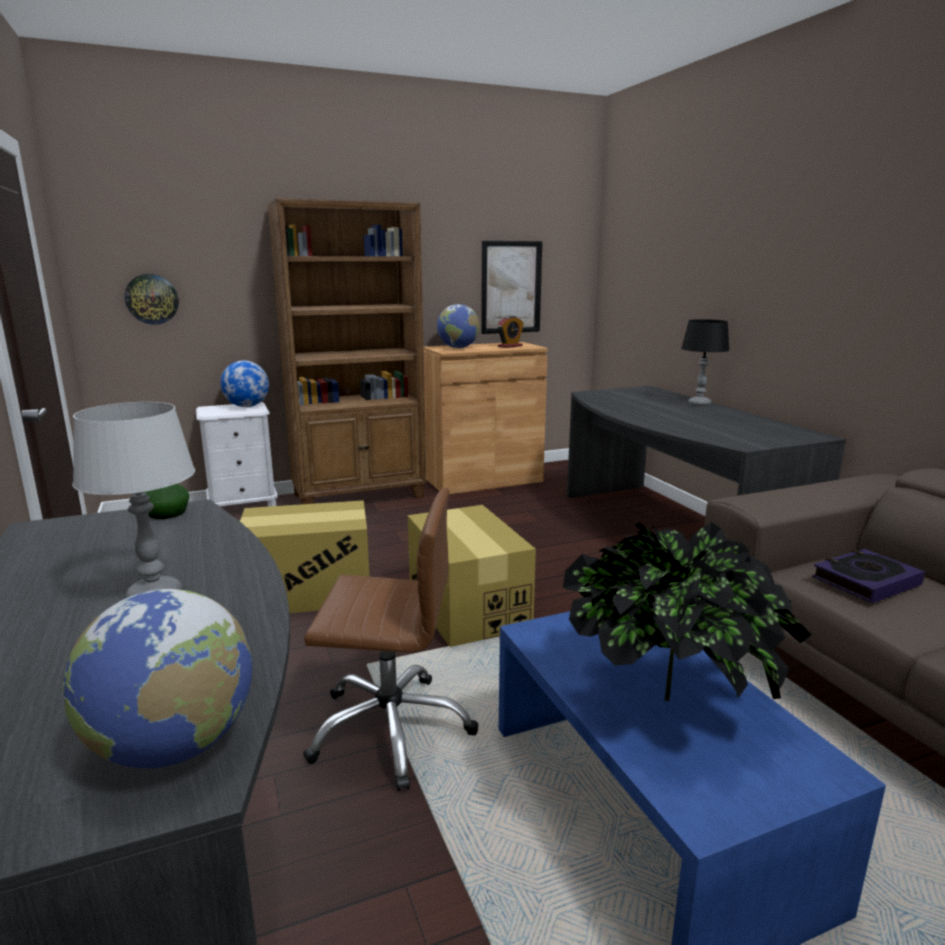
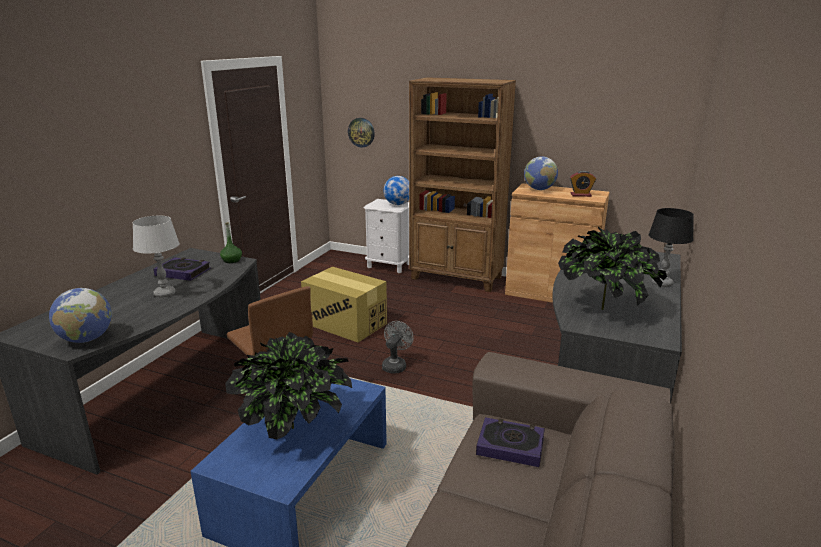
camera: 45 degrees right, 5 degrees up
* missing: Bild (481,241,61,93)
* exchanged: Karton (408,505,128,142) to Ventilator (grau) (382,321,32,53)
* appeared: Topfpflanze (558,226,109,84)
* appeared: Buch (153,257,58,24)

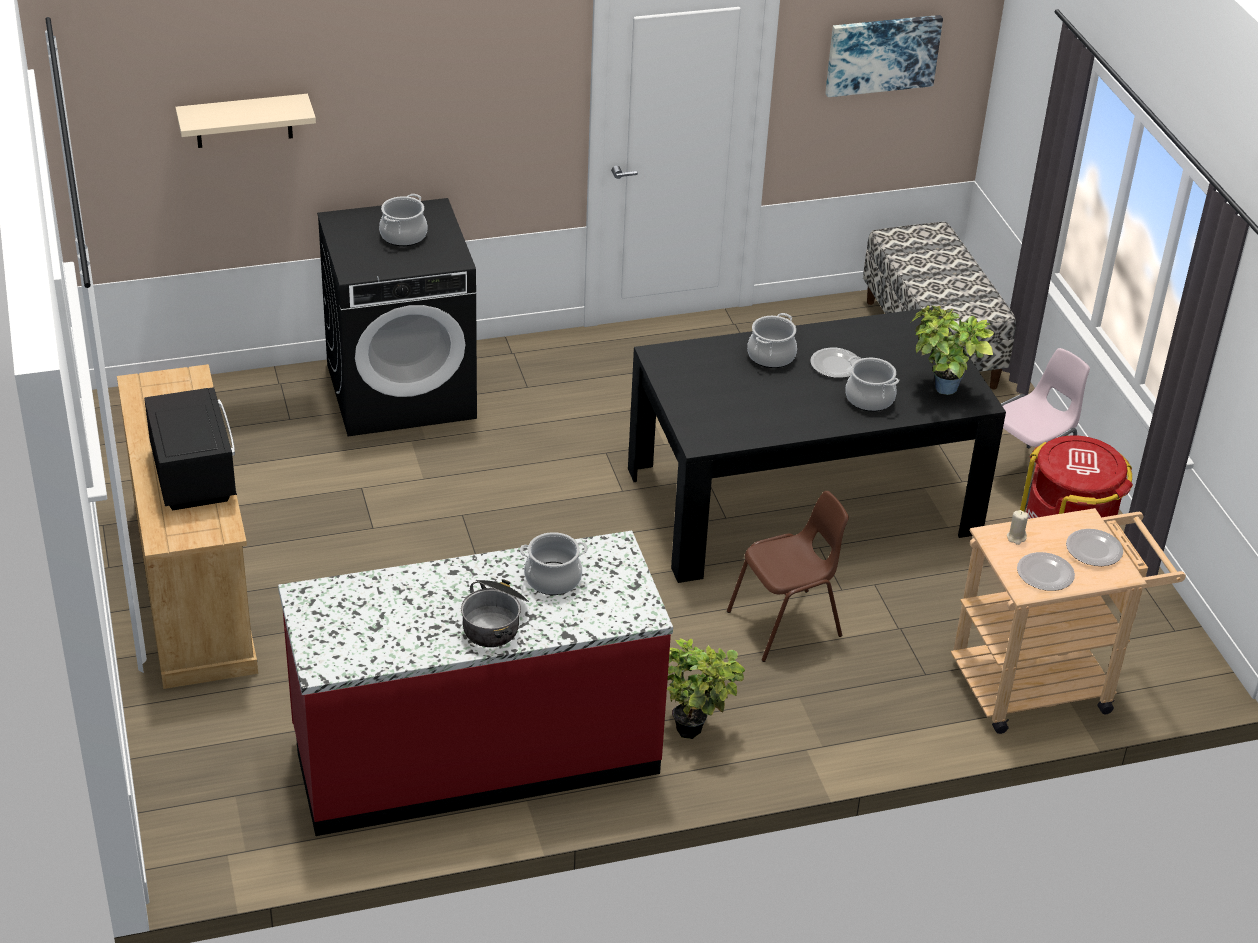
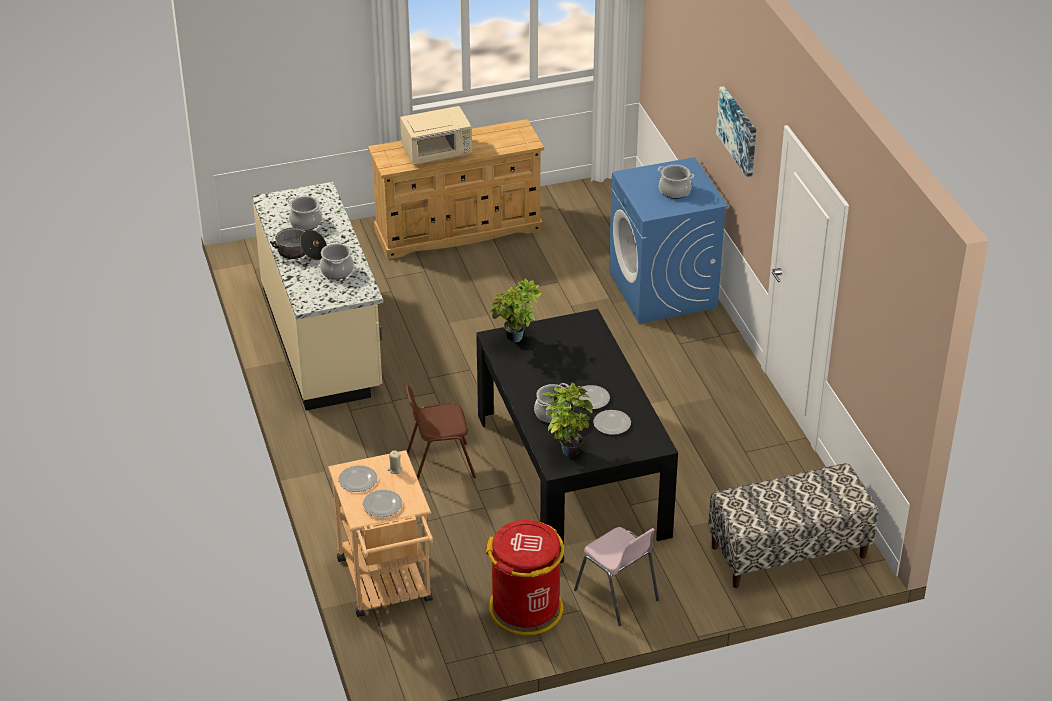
camera: 90 degrees right, 0 degrees up
* relocated: Bild (825,15,118,82) to (716,86,40,92)
* missing: Wandregal (beige) (175,94,141,54)
* colour: Waschmaschine (schwarz) (317,198,160,238) to Waschmaschine (blau) (609,157,119,166)
* relocated: Kochtopf (747,313,50,55) to (287,196,35,35)
* colour: Mikrowelle (schwarz) (144,387,93,124) to Mikrowelle (beige) (400,106,72,59)
* spun: Stuhl (braun) (727,491,122,171) = (405,384,71,95) 105 degrees clockwise
* colour: Küchenzeile (rot) (278,531,395,305) to Küchenzeile (beige) (252,182,131,229)
* relocated: Topfpflanze (667,638,78,101) to (489,279,53,63)
* appeared: Teller (593,410,38,25)

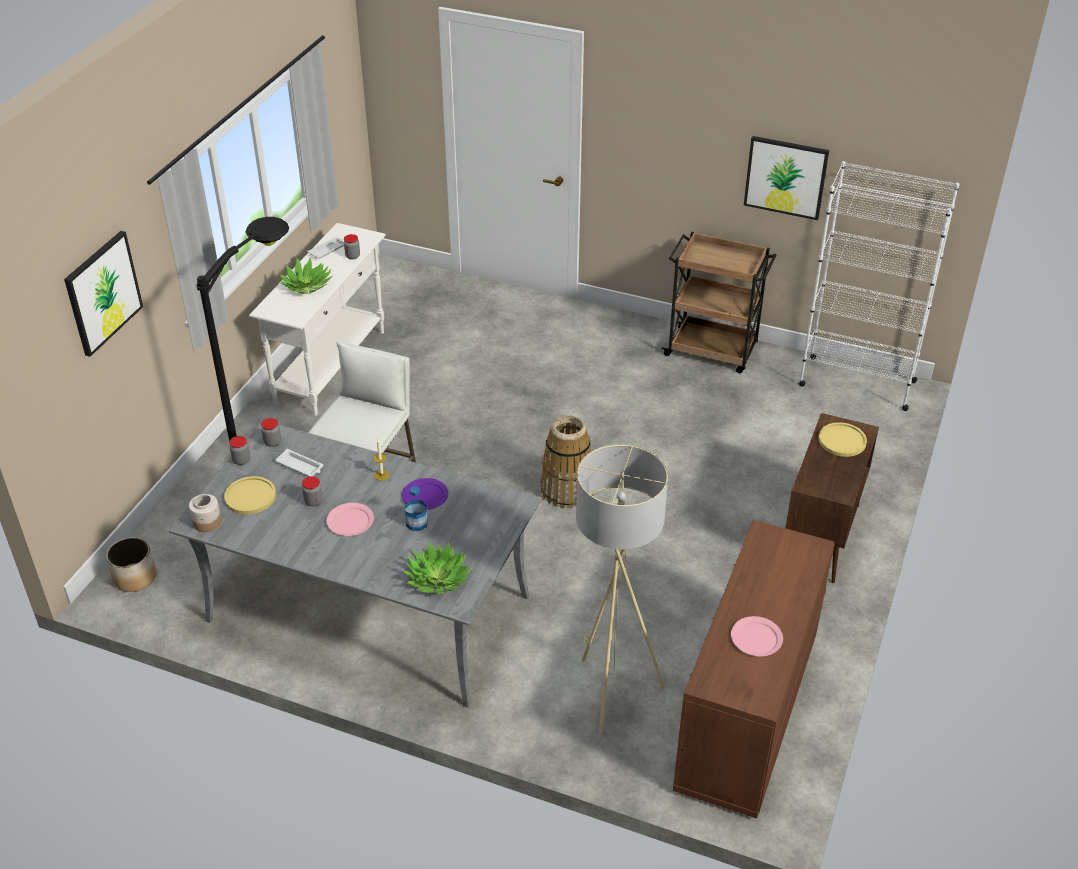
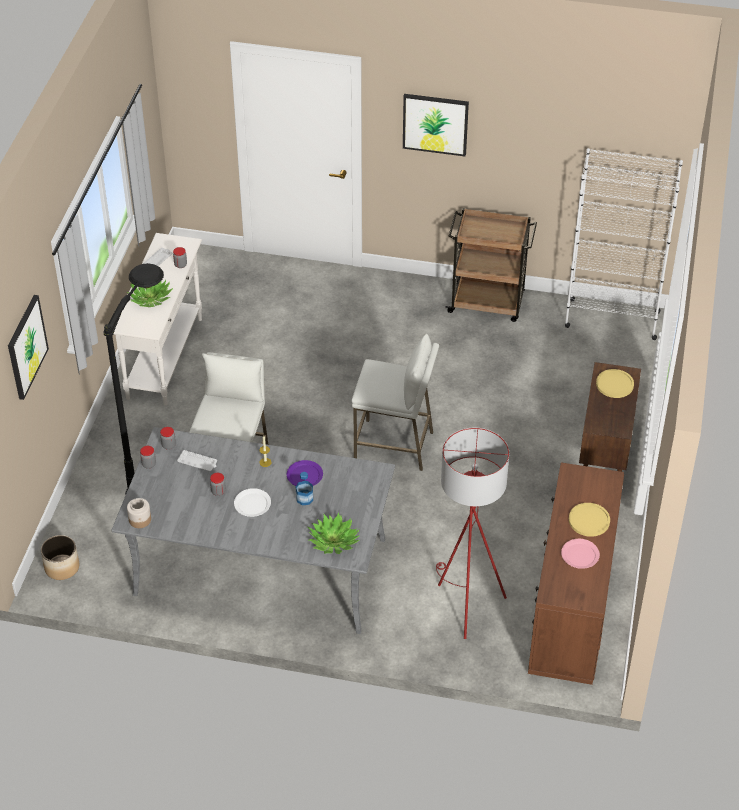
camera: 10 degrees left, 5 degrees up
* relocated: Bild (744,136,85,84) to (403,94,66,62)
* exchanged: Korb (540,415,53,94) to Hocker (weiß) (352,334,87,137)
* colour: Stehlampe (beige) (576,444,92,289) to Stehlampe (rot) (436,428,73,211)
* relocated: Teller (gelb) (224,476,52,38) to (569,503,41,34)
* colour: Teller (rosa) (326,503,48,33) to Teller (weiß) (234,488,37,29)

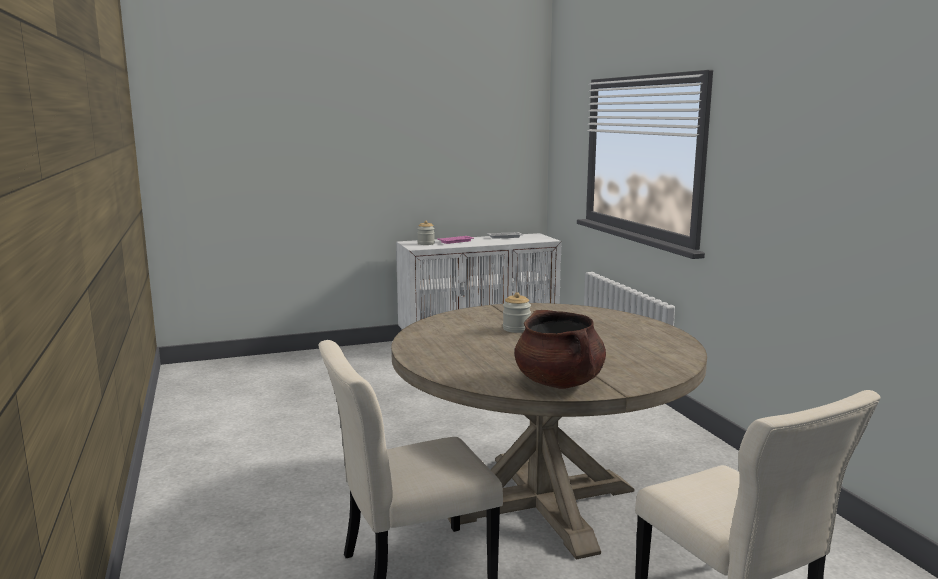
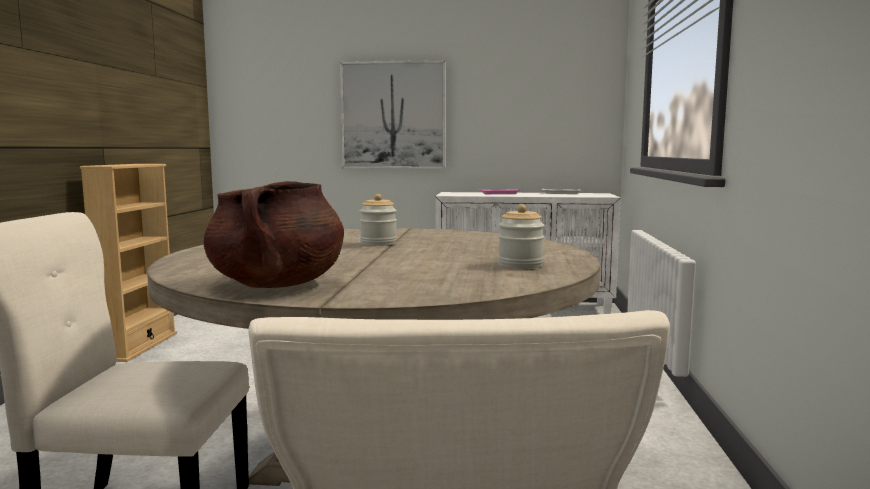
camera: 25 degrees right, 5 degrees down
* relocated: Vorratsglas (417,221,18,24) to (498,204,46,65)
* appeared: Bild (340,60,106,109)
* appeared: Bücherregal (beige) (80,164,97,198)

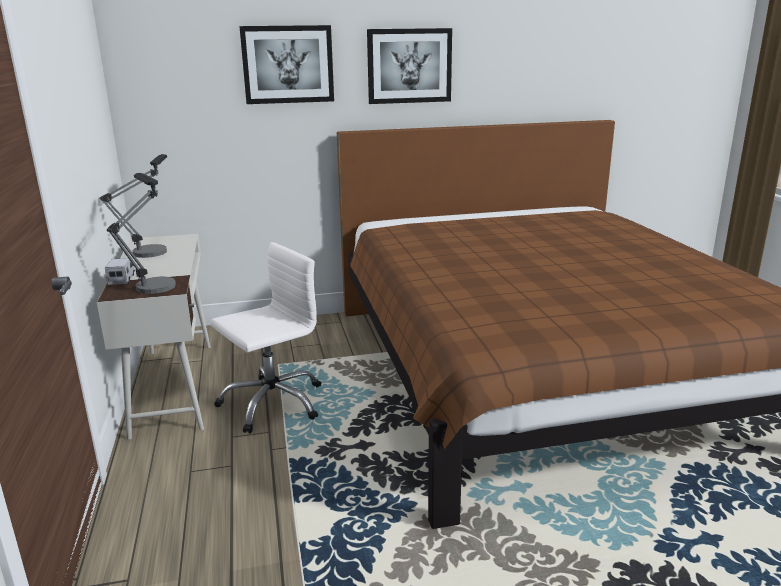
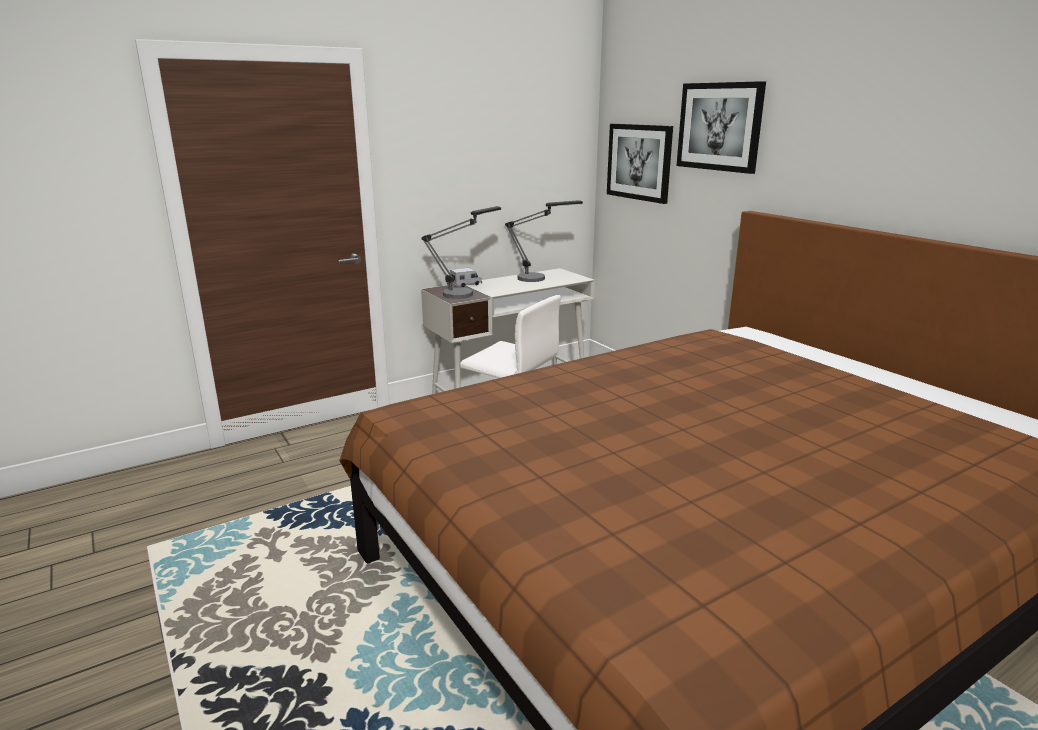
camera: 70 degrees right, 0 degrees up
* relocated: Bild (367,28,85,76) to (607,124,66,80)

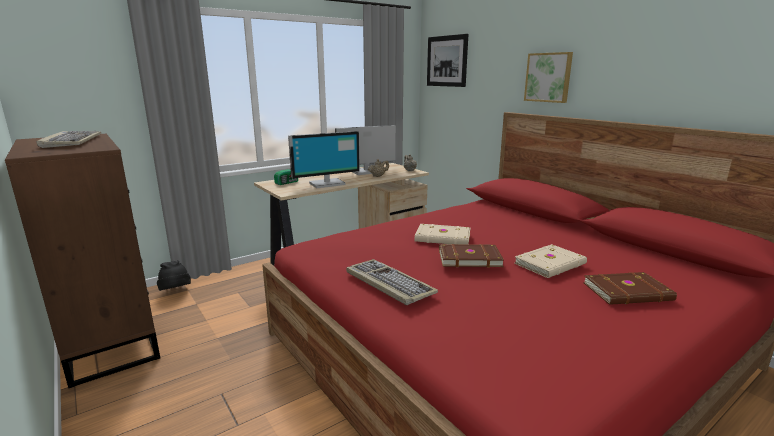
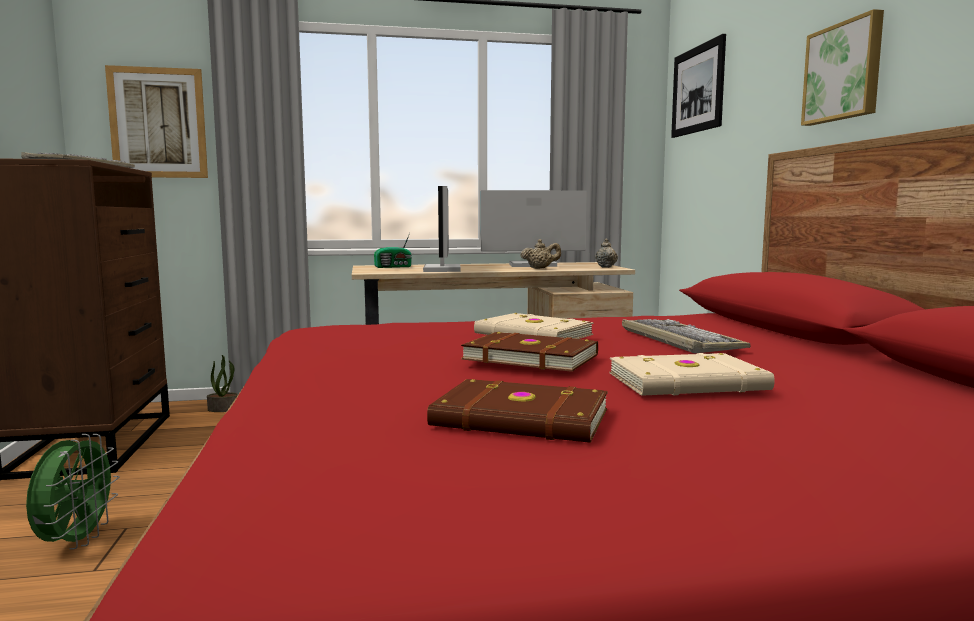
camera: 25 degrees right, 10 degrees down
* spun: Monitor (288,131,72,57) = (423,186,38,86) 90 degrees clockwise
* relocated: Tastatur (346,259,92,46) to (622,319,129,34)
* exchanged: Hut (schwarz) (157,260,34,31) to Topfpflanze (207,355,31,57)
* relocated: Buch (braun) (583,272,94,33) to (427,379,181,64)
* appeared: Bild (105,65,103,113)
* appeared: Ventilator (grün) (26,434,94,116)

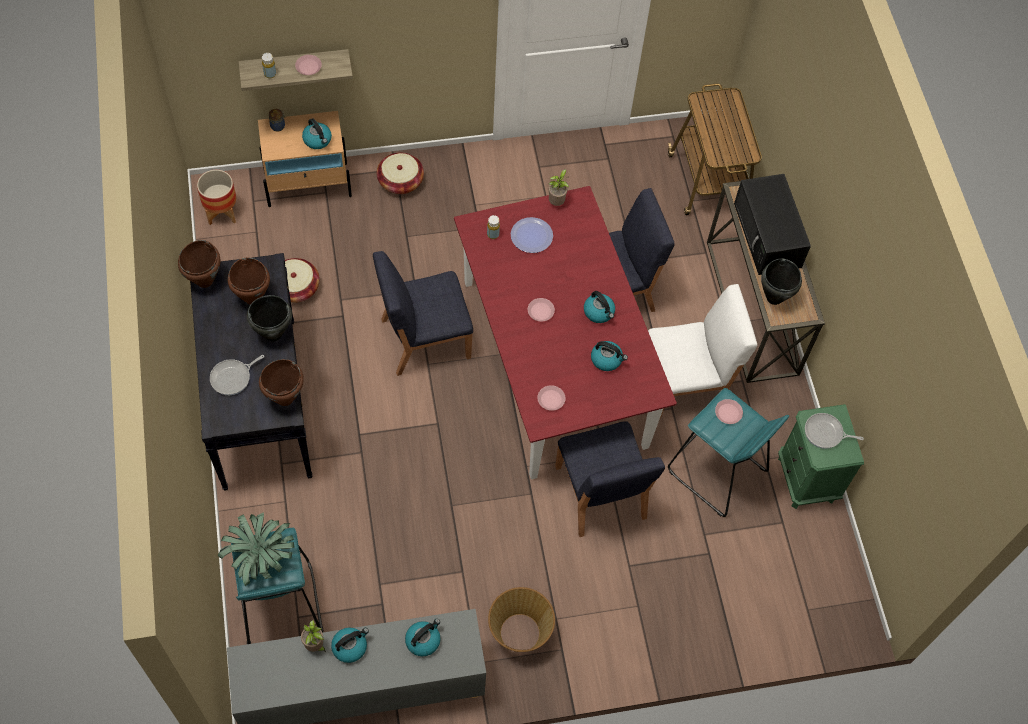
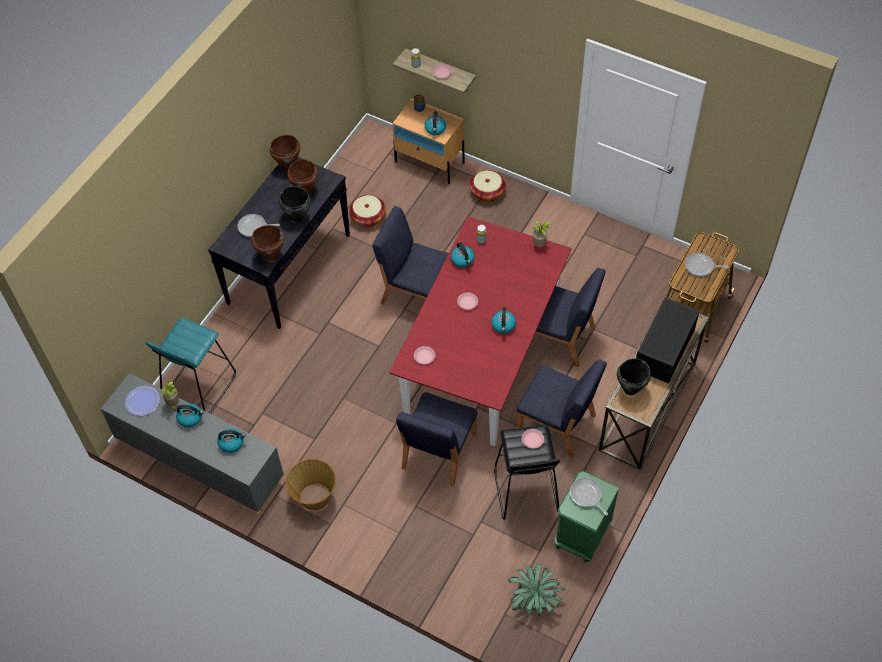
camera: 45 degrees right, 5 degrees down
* missing: Pflanzkübel (197,170,39,55)
* relocated: Teller (511,217,42,36) to (125,386,35,30)
* colour: Stuhl (weiß) (648,284,109,134) to Stuhl (blau) (517,360,90,98)
* relocated: Wasserkessel (591,341,37,30) to (451,242,24,26)
* colour: Hocker (türkis) (668,388,121,129) to Hocker (schwarz) (494,424,66,96)
* relocated: Topfpflanze (218,512,77,74) to (508,564,58,52)
* appeared: Pfanne (685,253,44,24)

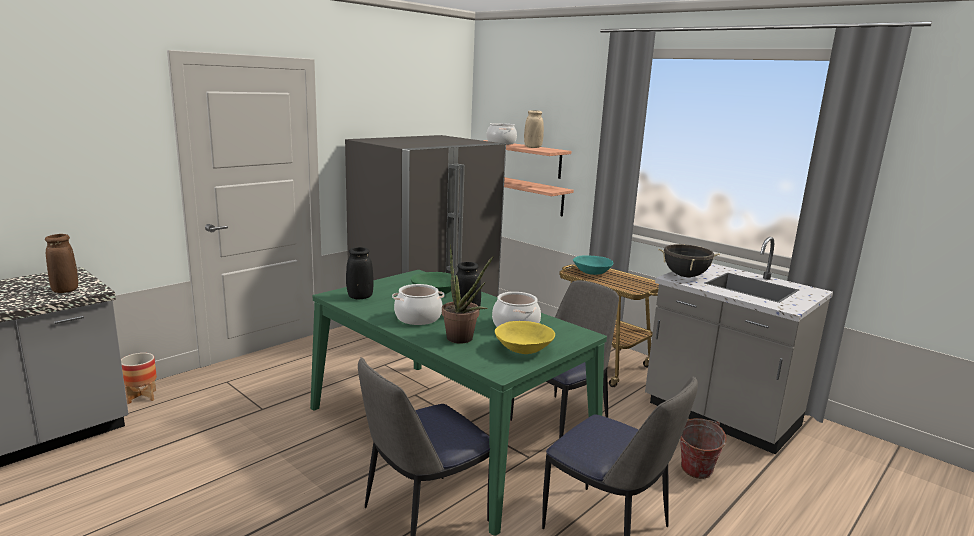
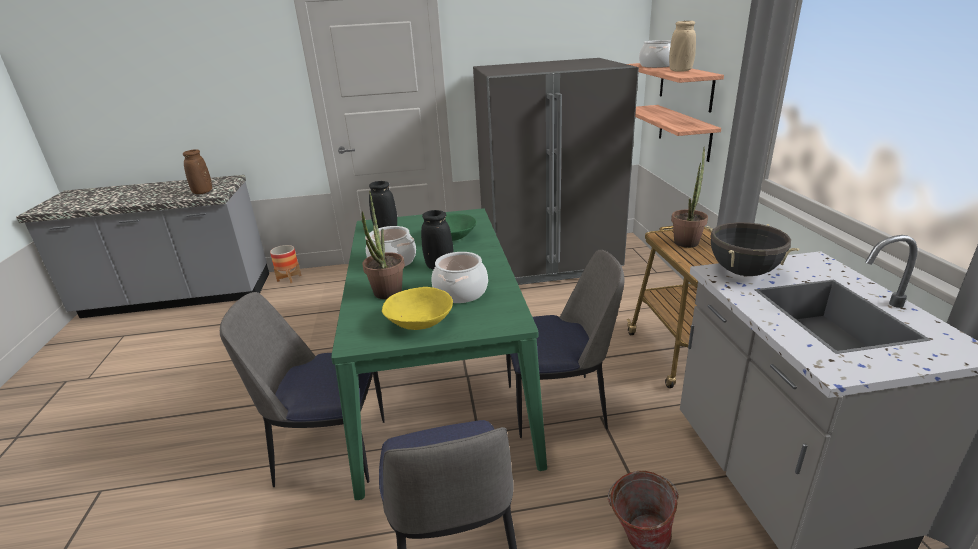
camera: 40 degrees right, 10 degrees up
* exchanged: Schüssel (türkis) (573,255,40,20) to Topfpflanze (671,146,37,102)

